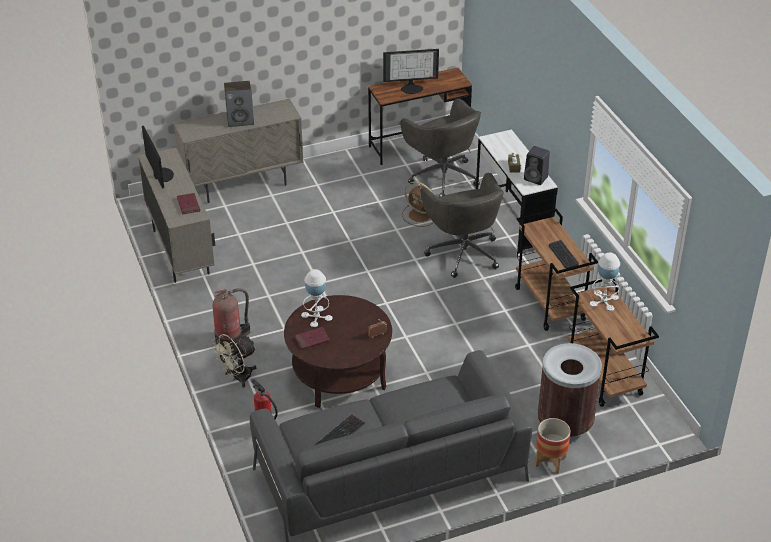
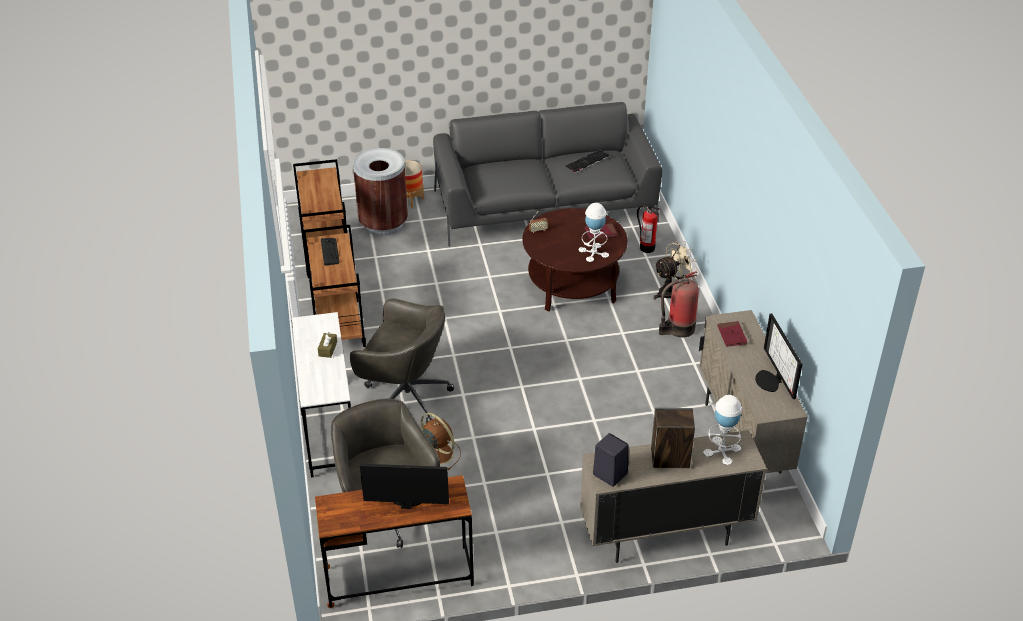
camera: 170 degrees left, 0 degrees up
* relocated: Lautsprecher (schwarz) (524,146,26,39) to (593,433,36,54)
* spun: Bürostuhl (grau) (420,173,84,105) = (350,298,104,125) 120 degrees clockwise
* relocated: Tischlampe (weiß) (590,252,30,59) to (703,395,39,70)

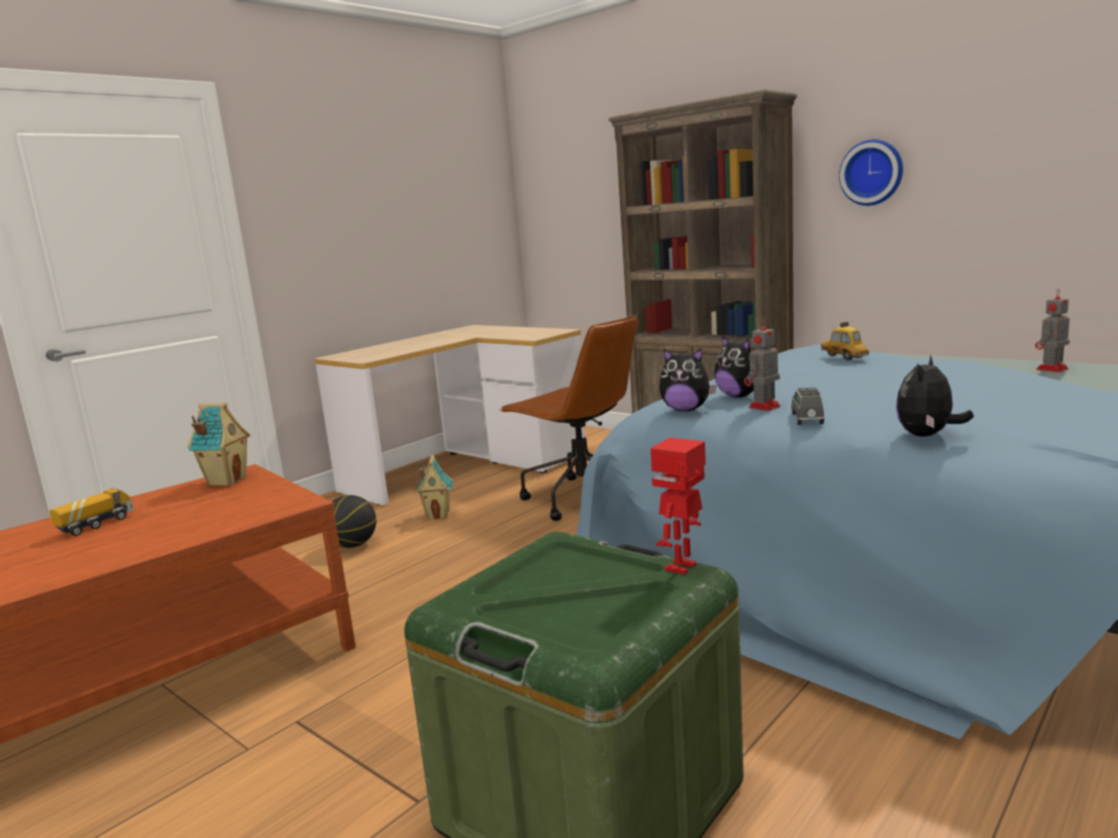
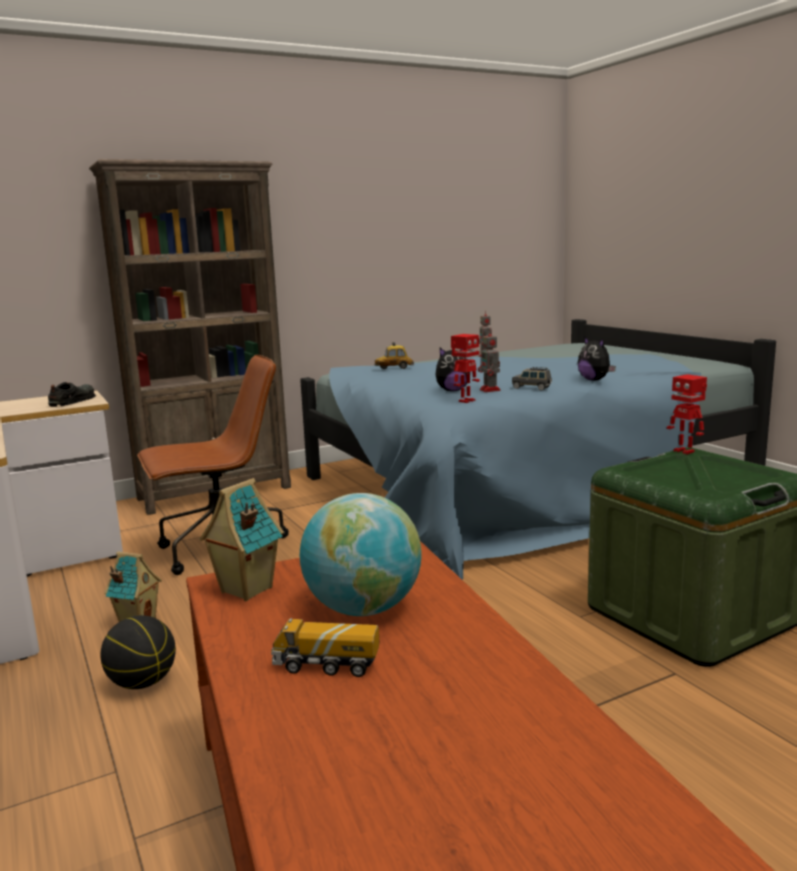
camera: 70 degrees left, 0 degrees up
* missing: Wanduhr (839,139,64,67)
* exchanged: Plüschtier (659,348,58,63) to Spielzeugroboter (451,334,29,69)
* spun: Spielzeuglaster (50,488,85,48) = (271,618,108,59) 45 degrees counterclockwise
* appeared: Schuh (schwarz) (48,382,48,25)
* appeared: Globus (299,493,123,123)

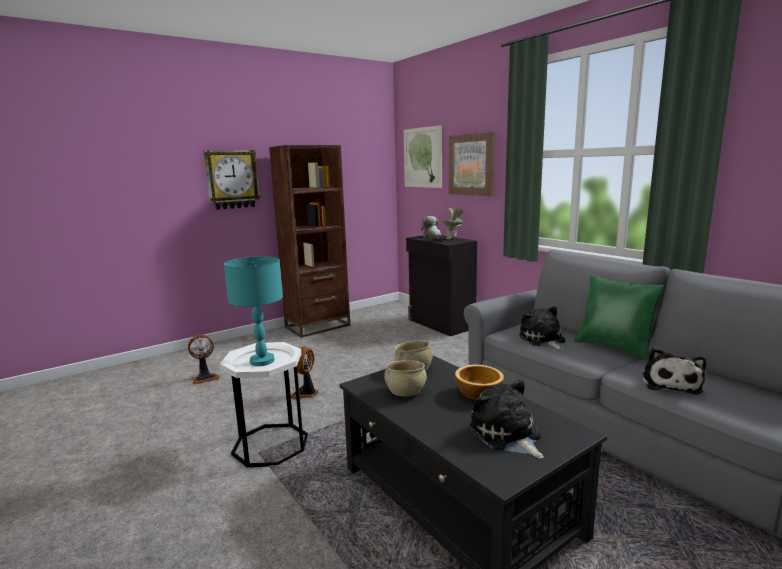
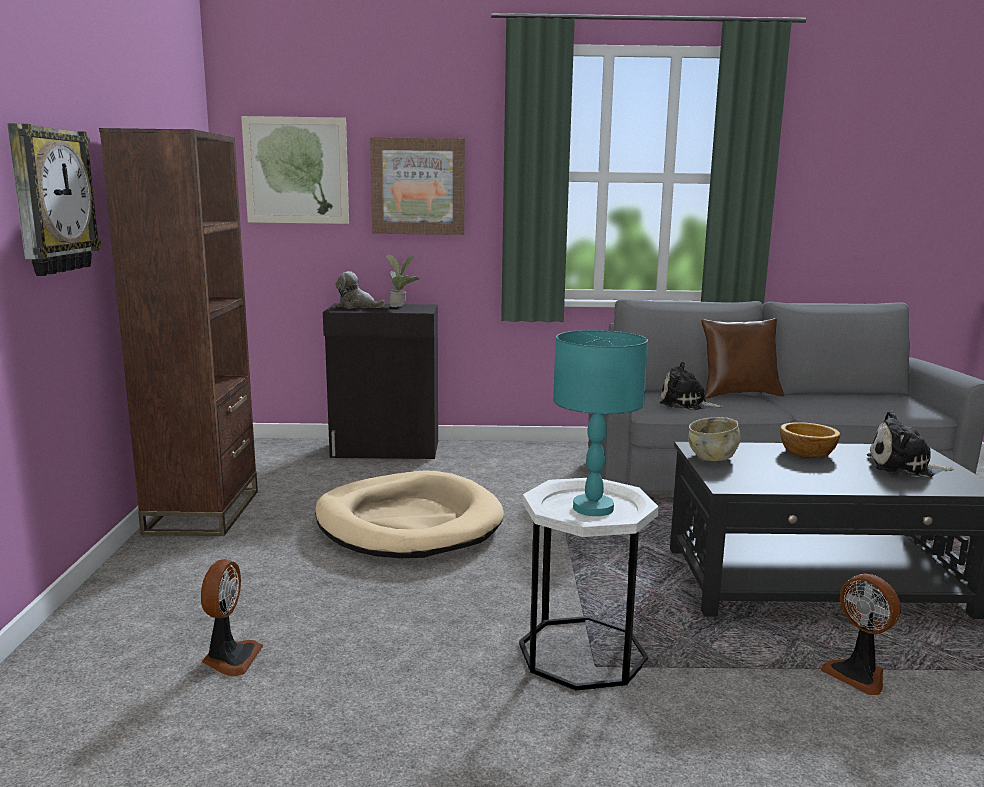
camera: 55 degrees left, 0 degrees up
* colour: Kissen (grün) (574,275,90,85) to Kissen (braun) (702,318,82,81)
* relocated: Ventilator (291,347,27,52) to (821,574,80,121)
* missing: Plüschtier (642,347,64,48)
* missing: Schüssel (beige) (384,360,43,37)
* appeared: Hundebett (beige) (315,471,189,87)

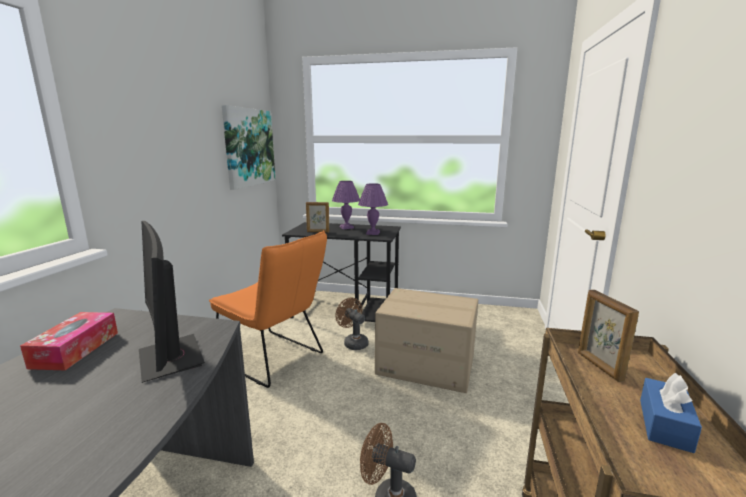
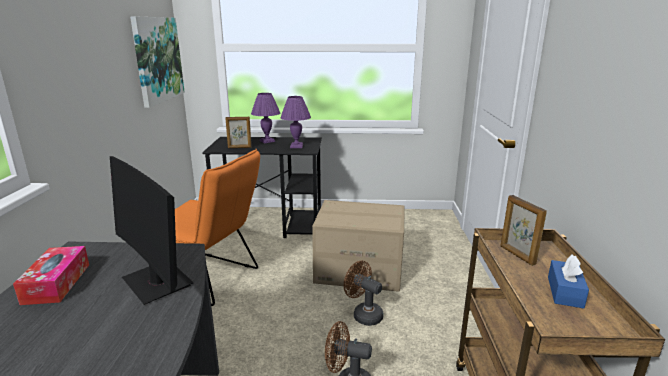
camera: 10 degrees left, 5 degrees up
* relocated: Ventilator (braun) (335,298,34,52) to (344,261,40,65)

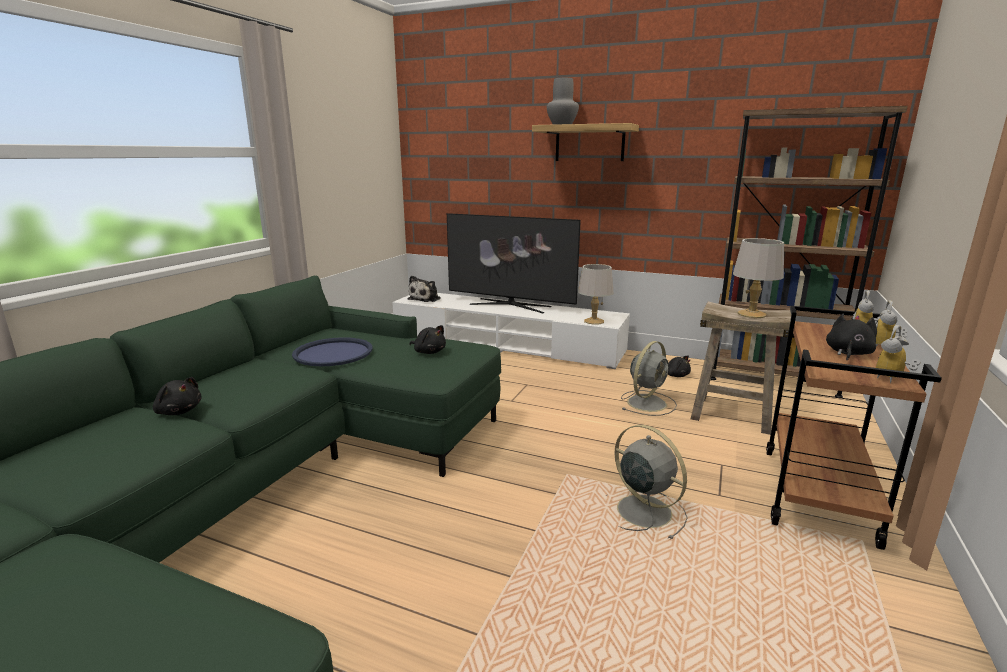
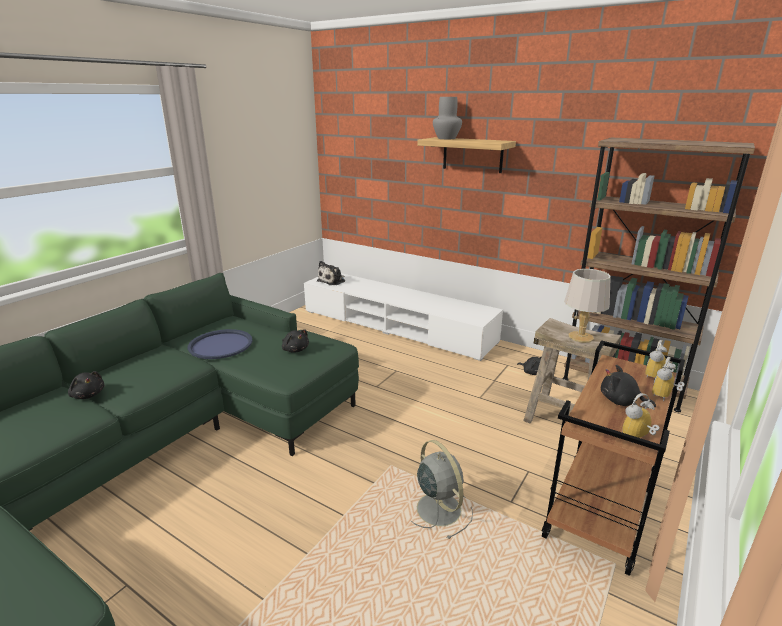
camera: 10 degrees right, 5 degrees up
* missing: Fernseher (447,213,134,101)
* missing: Tischlampe (grau) (578,264,36,61)
* spun: Plüschtier (schwarz) (826,314,51,46) = (601,365,55,42) 105 degrees counterclockwise
* missing: Ventilator (grau) (621,341,56,75)

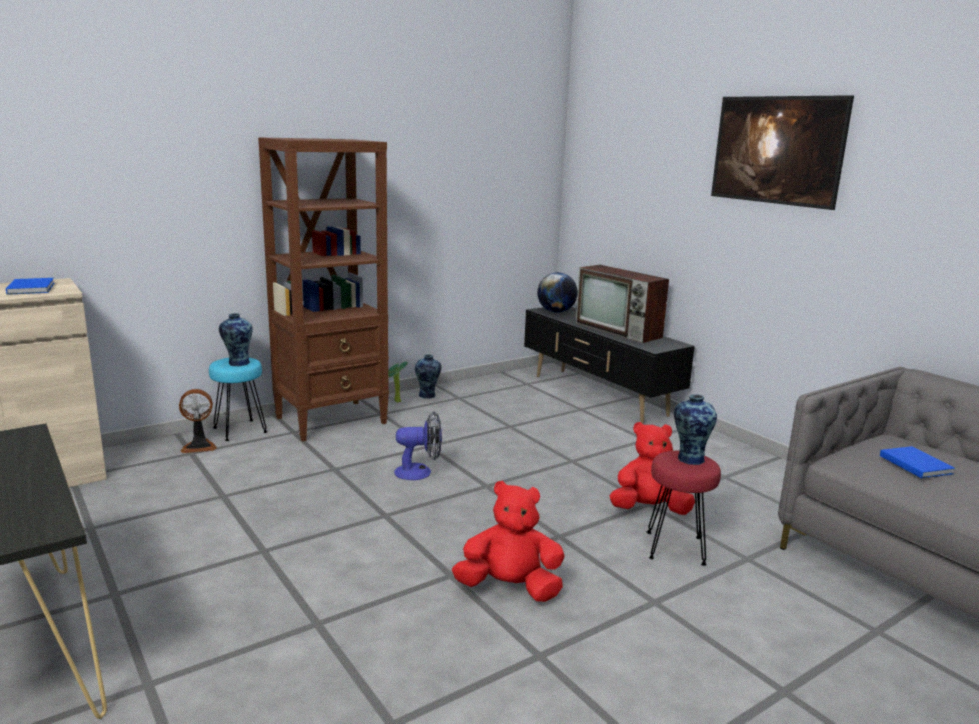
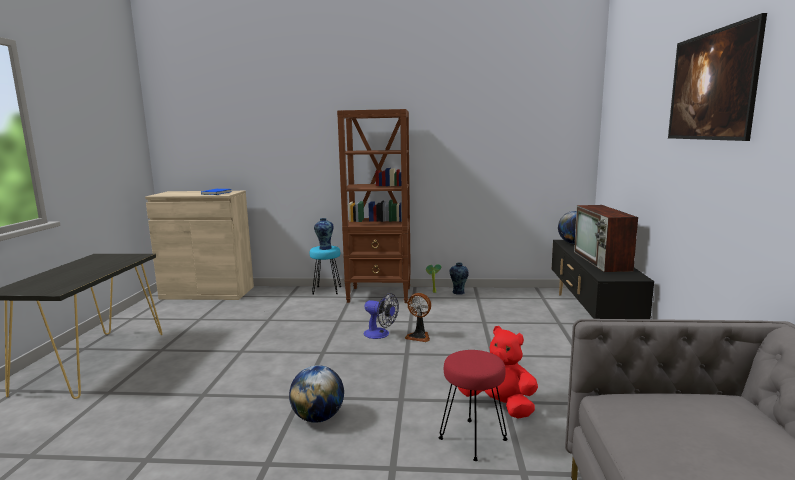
camera: 40 degrees right, 5 degrees down
* relocated: Ventilator (179,389,38,64) to (405,293,26,49)
* missing: Vase (674,394,43,71)
* missing: Buch (blau) (880,446,75,32)
* exchanged: Plüschtier (rot) (452,481,113,121) to Globus (289,365,55,58)

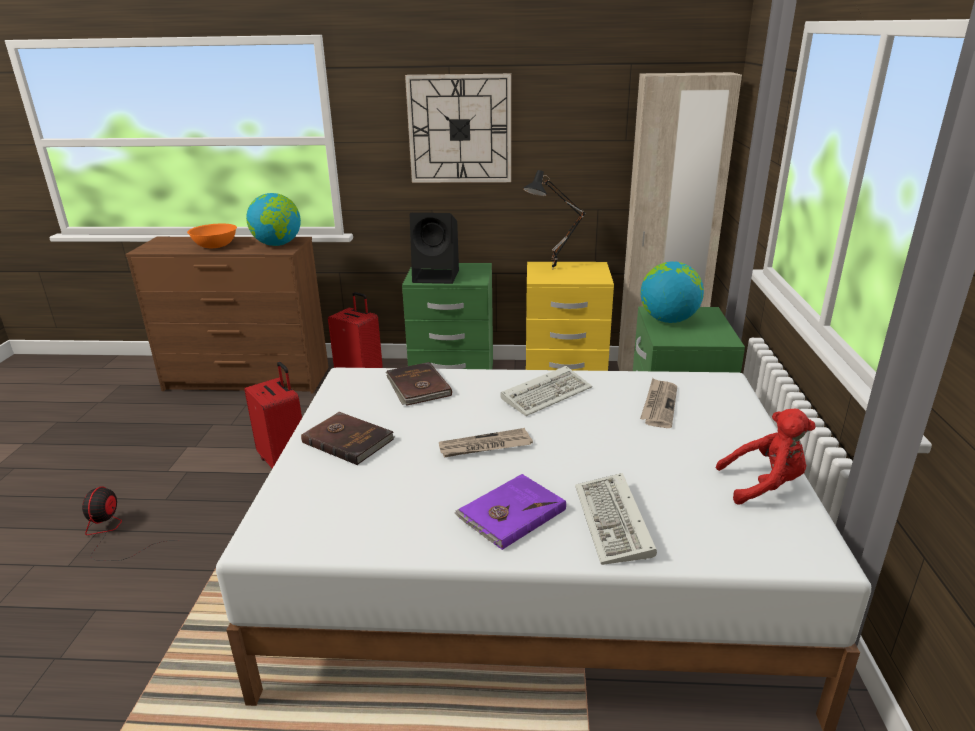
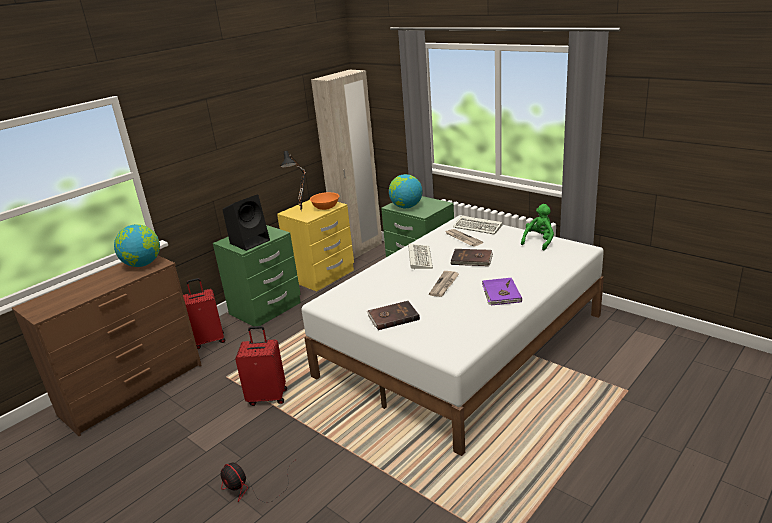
camera: 50 degrees left, 0 degrees up
* missing: Wanduhr (405,74,106,109)
* relocated: Schüssel (orange) (187,224,50,24) to (310,192,29,18)
* relocated: Buch (braun) (386,362,66,44) to (450,249,43,17)
* colour: Plüschtier (rot) (716,409,100,96) to Plüschtier (grün) (521,204,33,46)
* relocated: Tastatur (575,473,82,92) to (453,216,50,18)

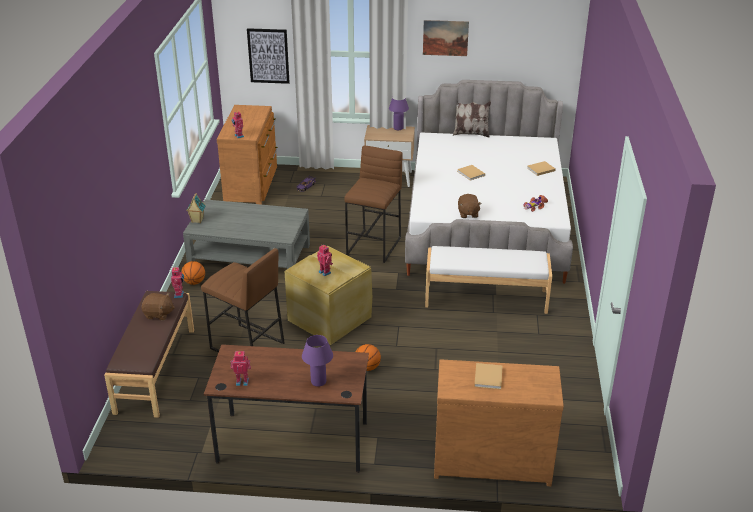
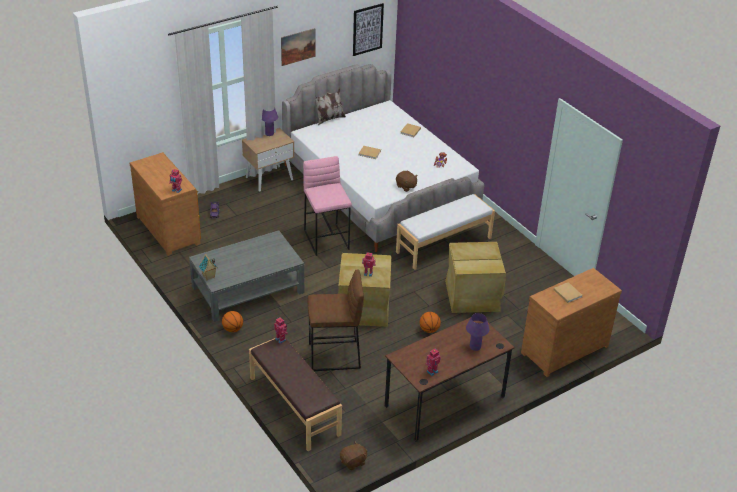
camera: 40 degrees left, 5 degrees up
* relocated: Bild (247,28,43,56) to (353,3,31,53)
* colour: Hocker (braun) (344,146,59,117) to Hocker (rosa) (303,156,49,100)
* relocated: Plüschtier (braun) (141,293,34,27) to (340,442,27,28)
* appeared: Aufbewahrungsbox (beige) (445,242,61,71)

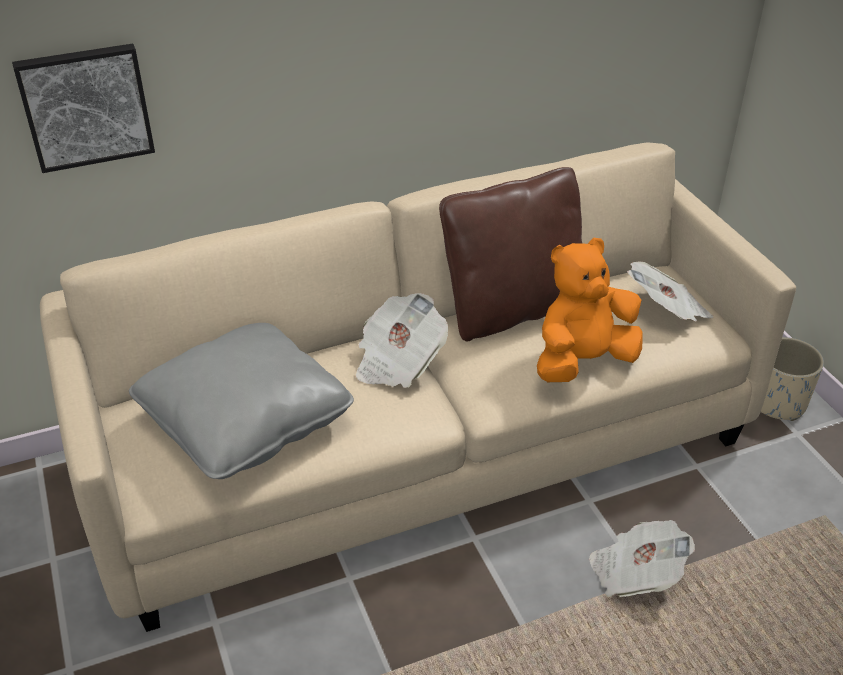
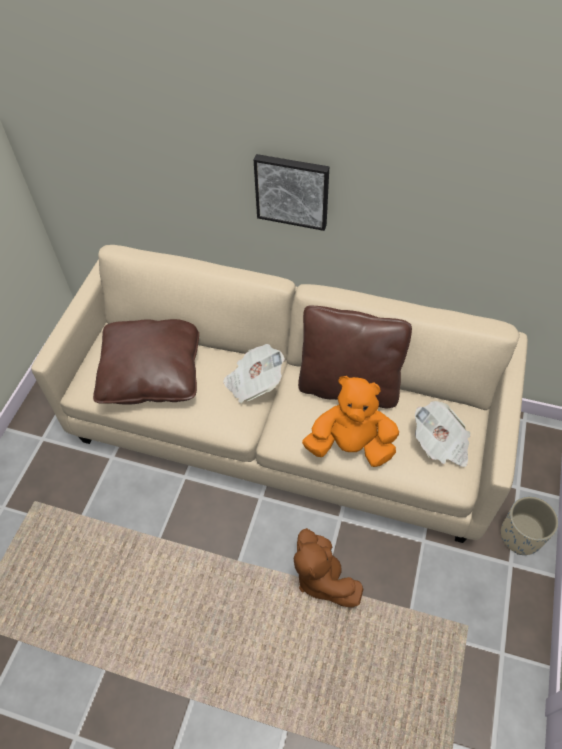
camera: 40 degrees right, 15 degrees up
* relocated: Bild (12,44,143,129) to (254,154,75,77)
* colour: Kissen (grau) (129,323,225,156) to Kissen (braun) (93,319,106,85)
* exchanged: Zeitung (589,520,106,77) to Plüschtier (braun) (294,528,69,80)

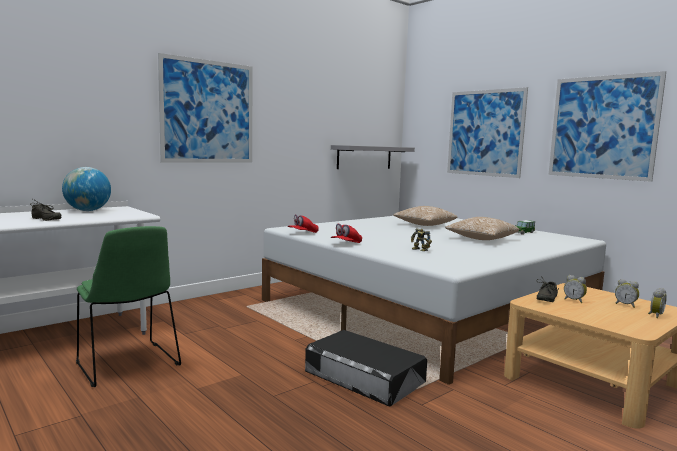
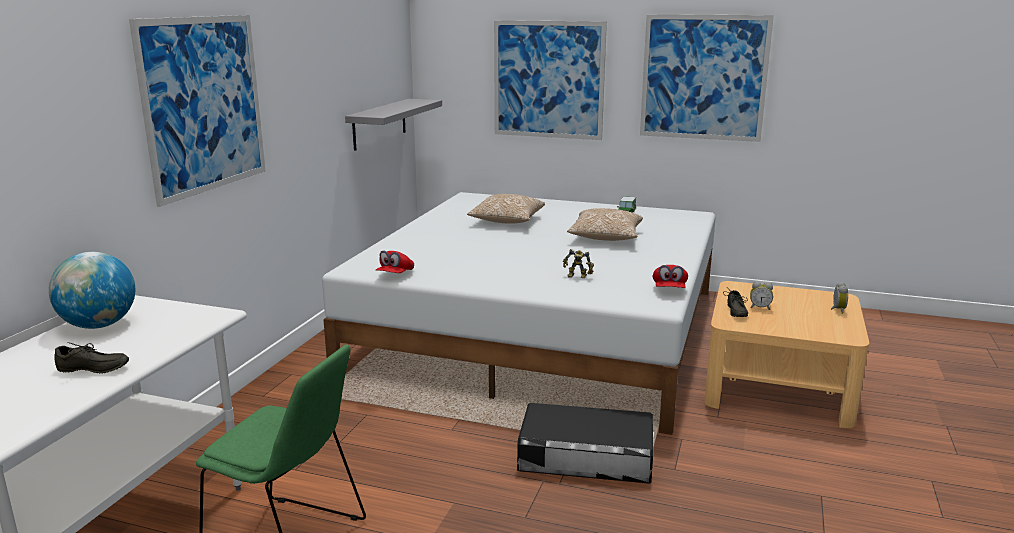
camera: 30 degrees left, 10 degrees up
* relocated: Kappe (rot) (331,223,31,20) to (653,265,35,23)
* missing: Wecker (615,279,24,29)

